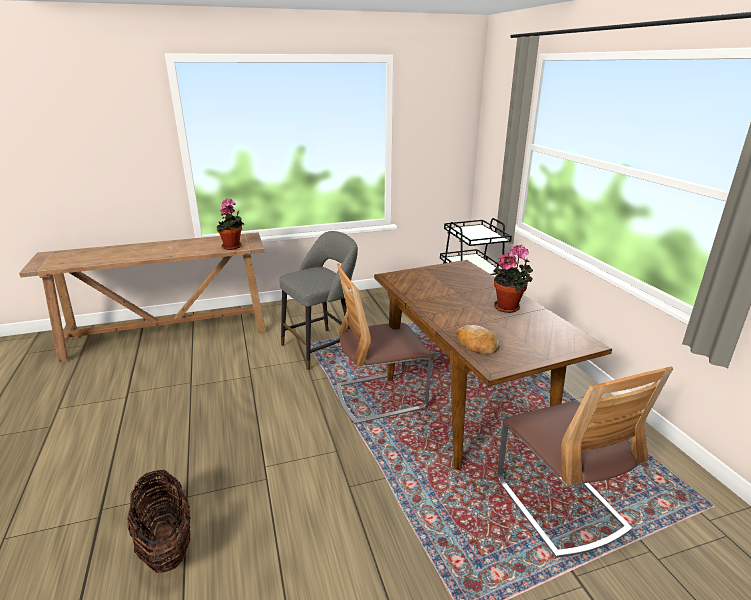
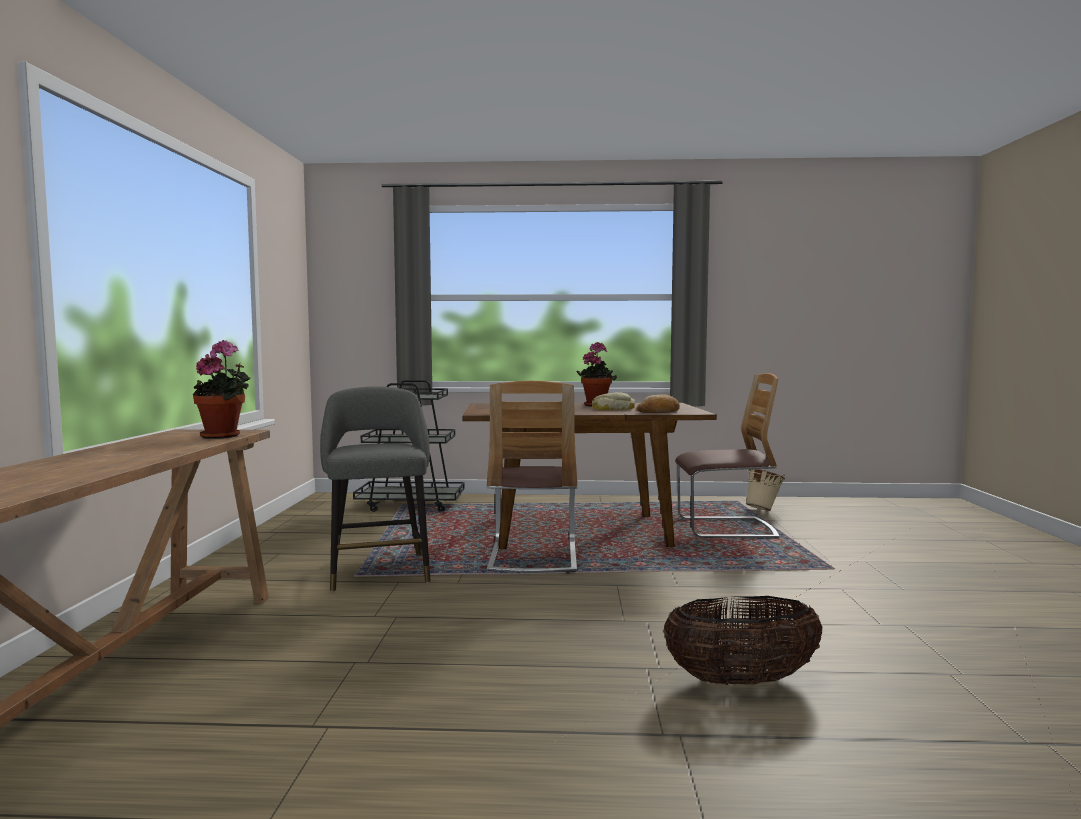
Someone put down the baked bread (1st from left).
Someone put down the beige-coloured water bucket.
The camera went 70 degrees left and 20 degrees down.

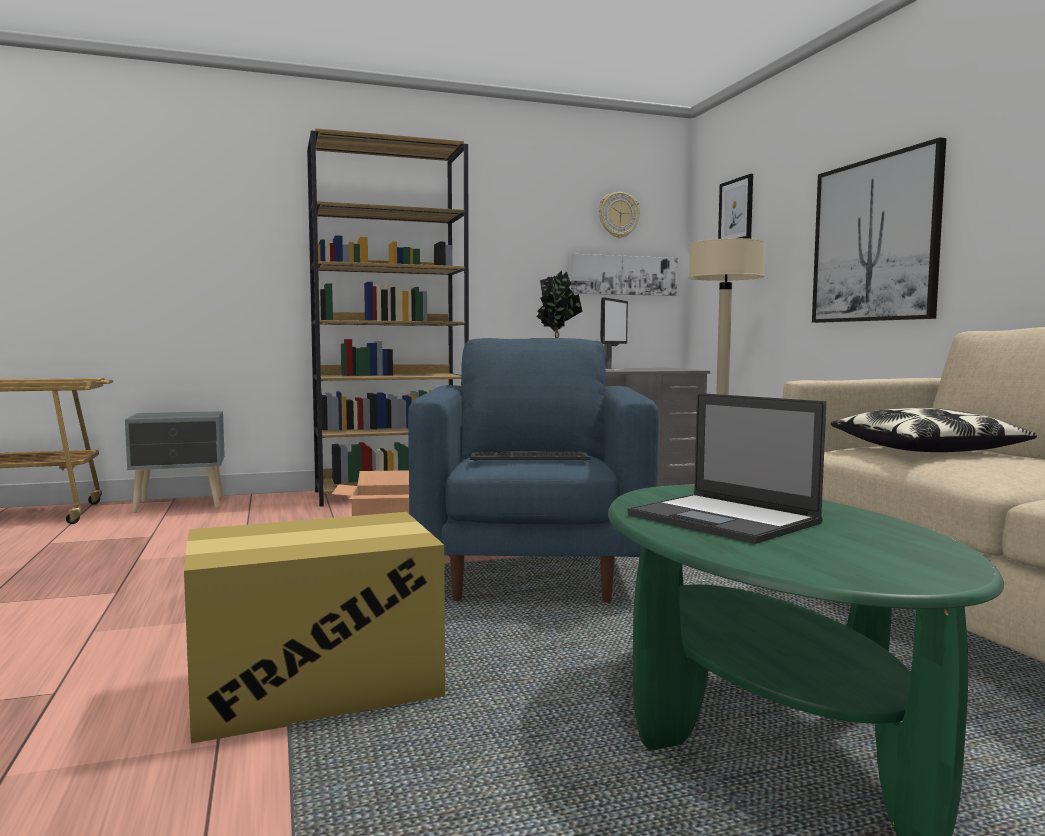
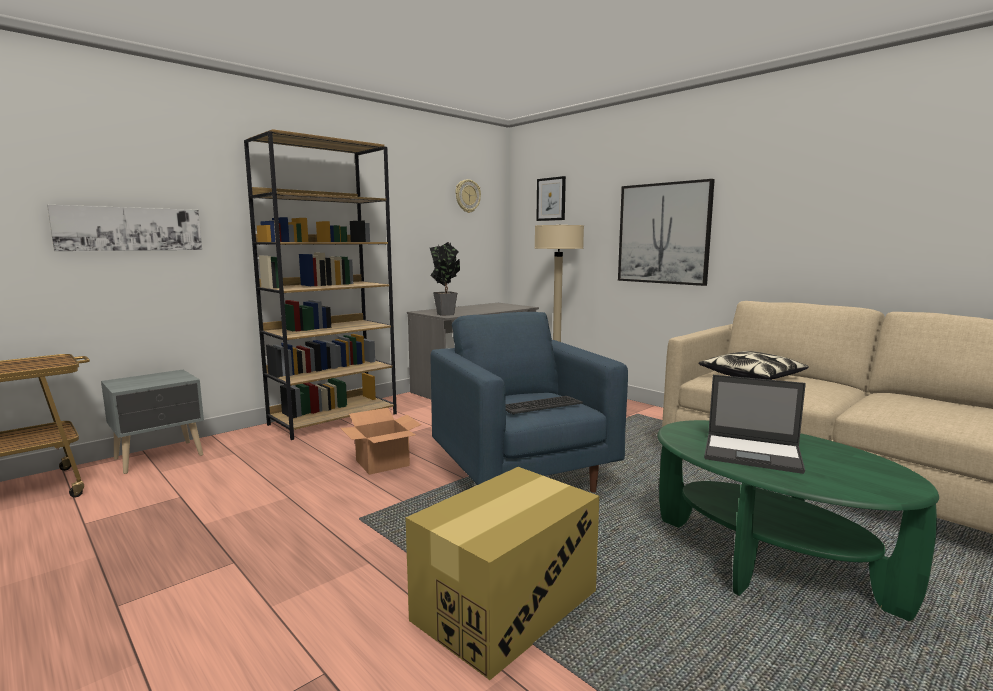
Someone carried the picture (1st from left).
Someone took away the monitor.
The camera went 25 degrees left and 5 degrees up.

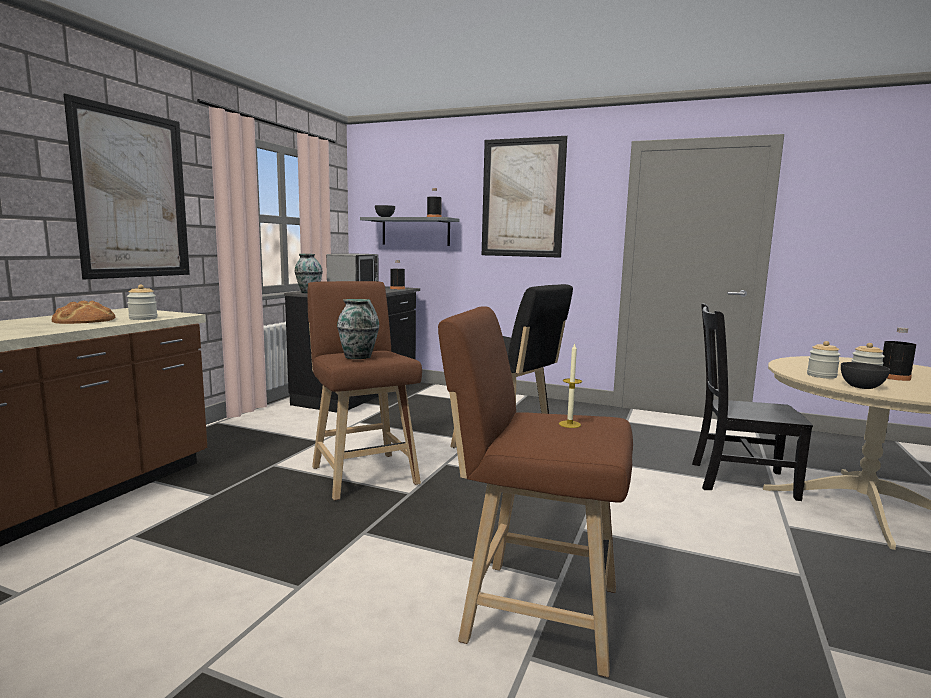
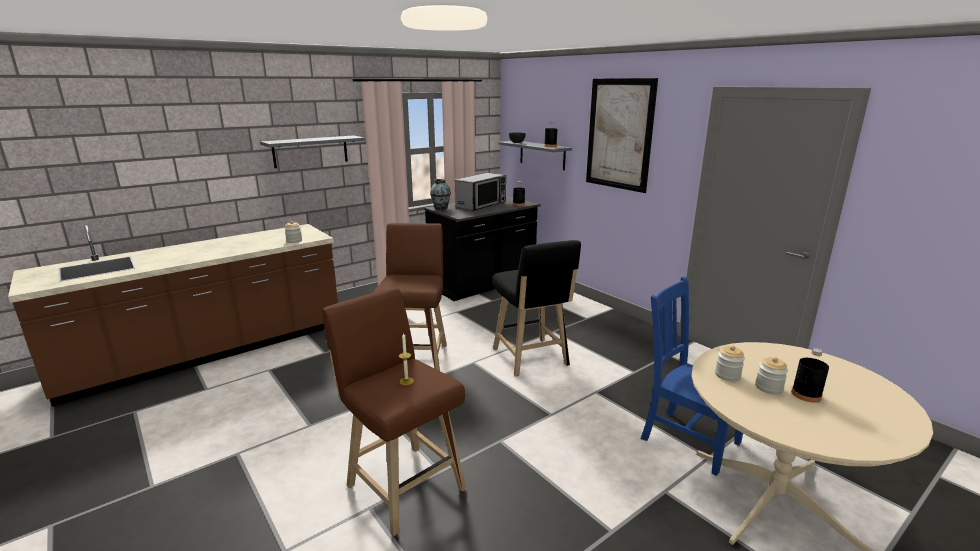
Someone swapped the picture (1st from left) for the greyish wall shelf (1st from left).
Someone took away the flower vase (2nd from left).
Someone took away the baked bread.
Someone repainted the black-coloured upright chair, which became the blue upright chair.
Someone took away the greyish deep dish (2nd from left).
The camera went 30 degrees right and 10 degrees up.

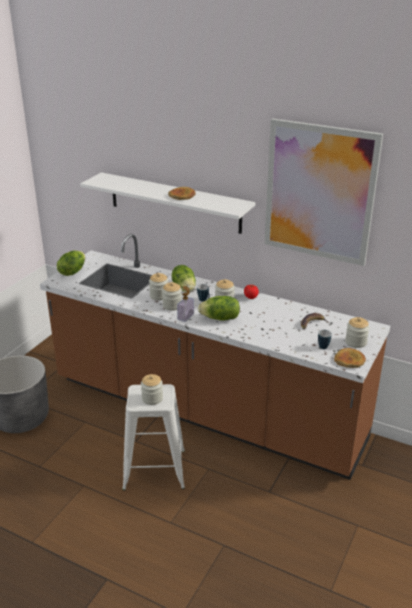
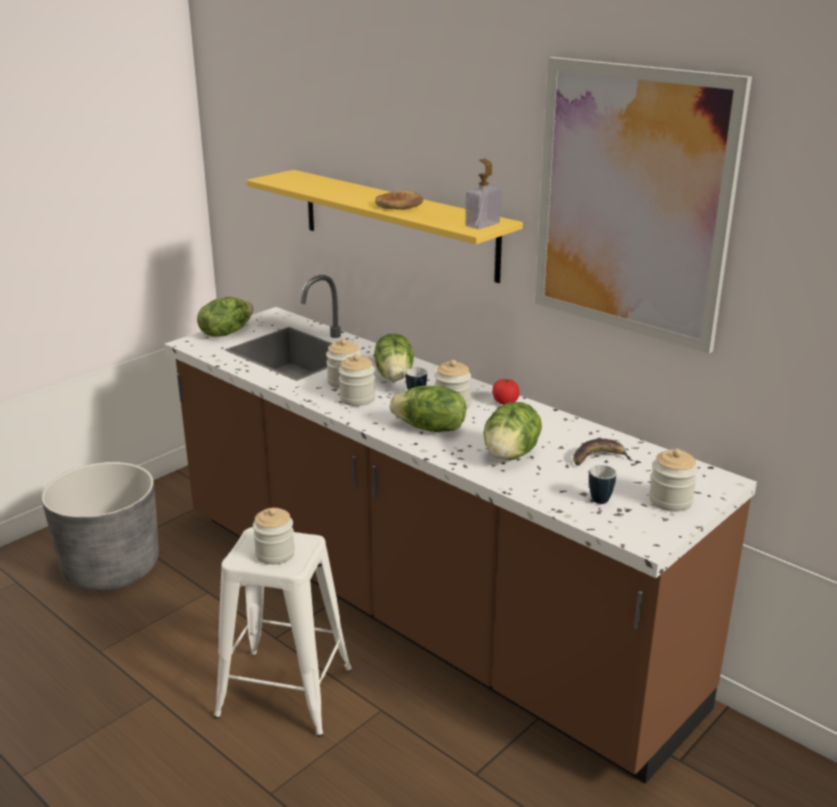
Someone repainted the whitish wall shelf, which became the yellow wall shelf.
Someone carried the soap bottle.
Someone took away the baked bread (2nd from left).
Someone put down the head of lettuce (4th from left).
The camera went 15 degrees right and 5 degrees down.

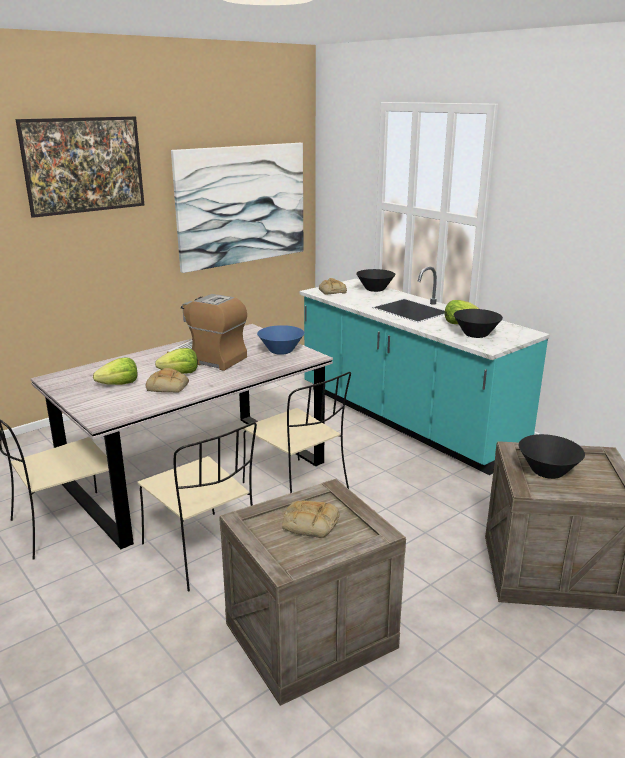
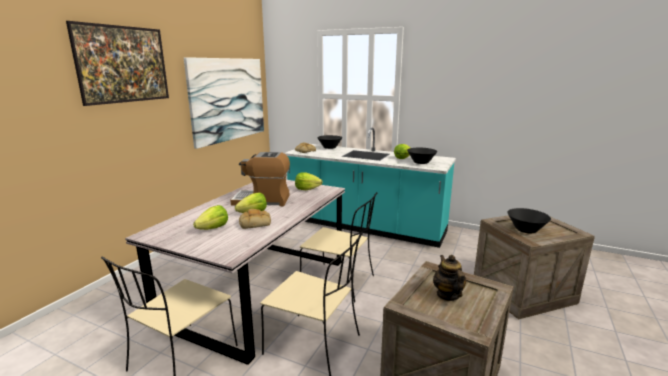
Someone swapped the blue deep dish for the head of lettuce (3rd from left).
Someone swapped the baked bread (2nd from left) for the teapot.
The camera went 25 degrees left and 5 degrees down.

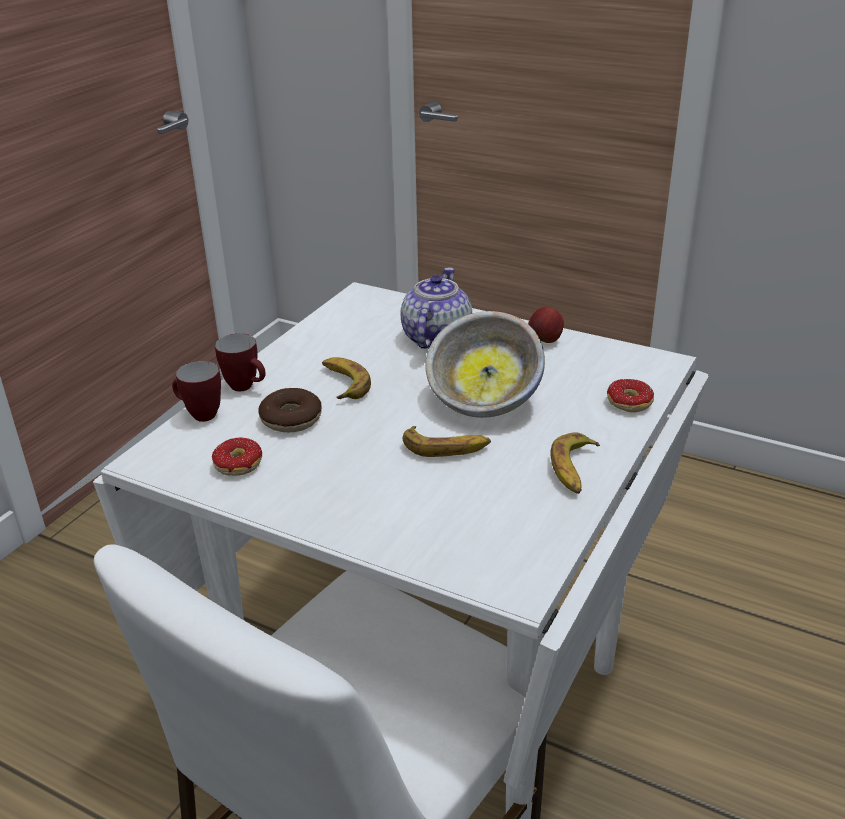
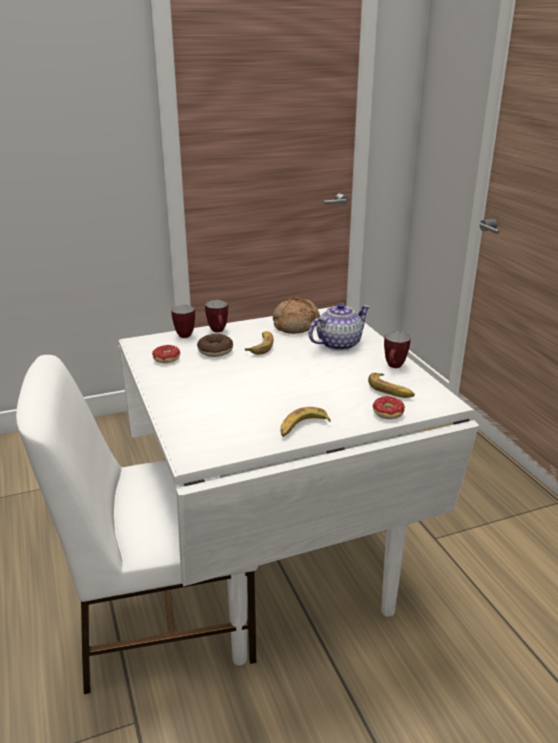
Someone swapped the whole apple for the tea mug (3rd from left).
Someone took away the deep dish.
Someone carried the whole banana (2nd from left in the first image).
Someone put down the baked bread.
The camera went 40 degrees right and 5 degrees down.

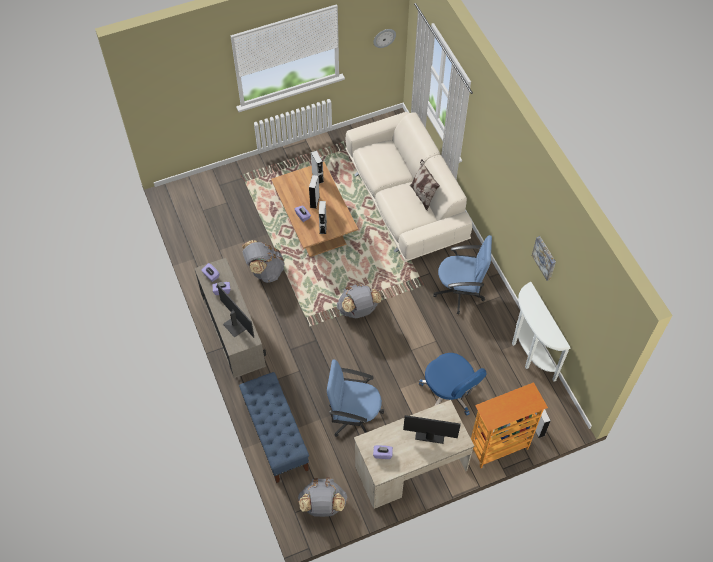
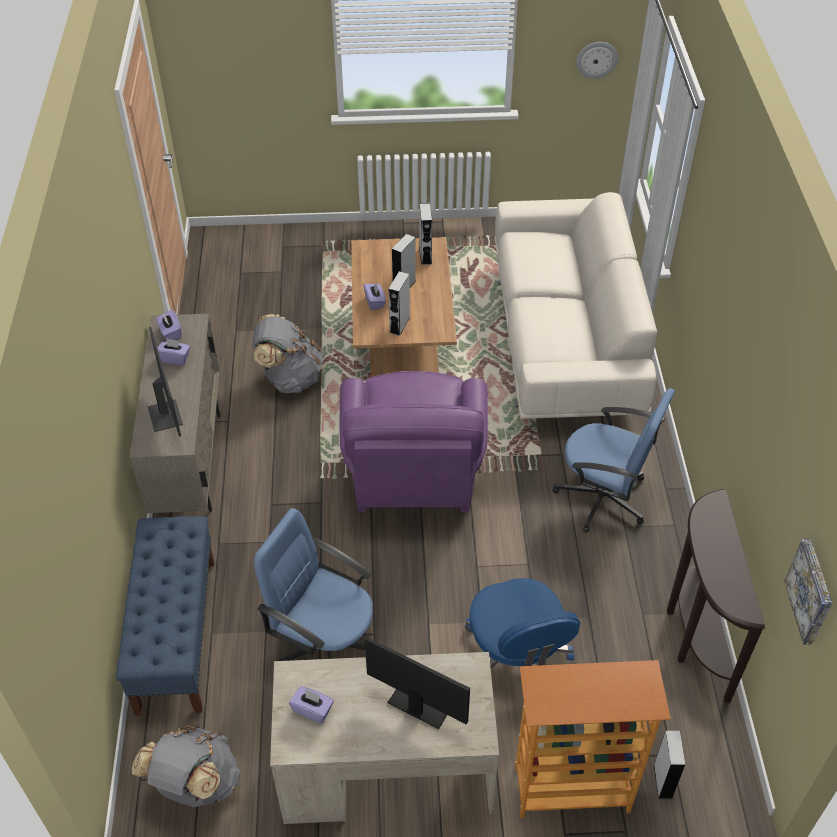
Someone took away the throw pillow.
Someone carried the picture.
Someone repainted the whitish hall table, which became the brownish hall table.
Someone swapped the greyish backpack (3rd from left) for the purple-coloured easy chair.
The camera went 20 degrees right and 10 degrees down.

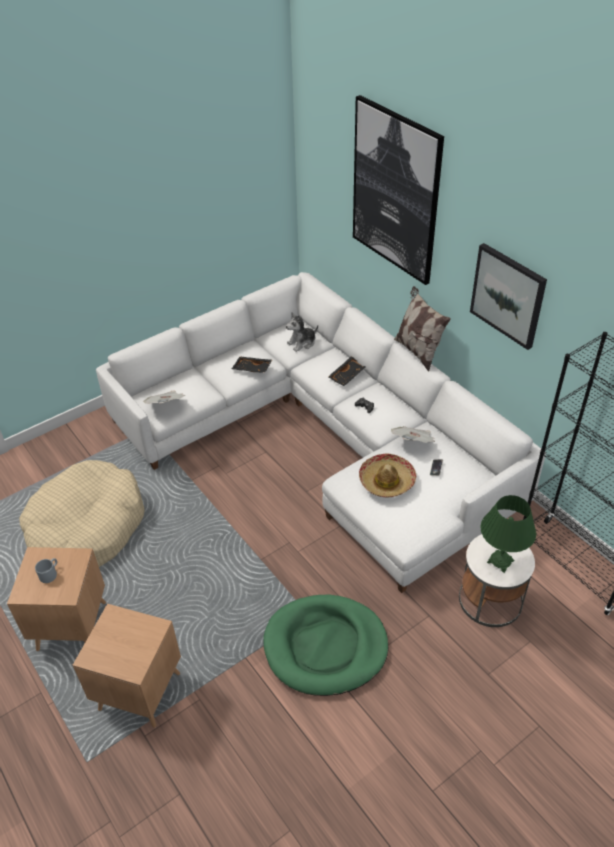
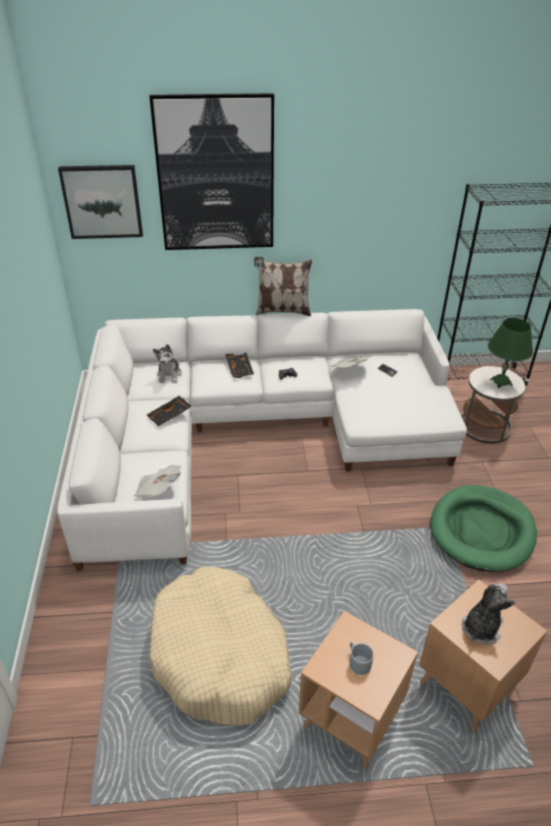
Someone carried the picture (2nd from left in the first image).
Someone took away the clothing hat.
Someone put down the cuddly toy (2nd from left).
The camera went 60 degrees left and 5 degrees down.

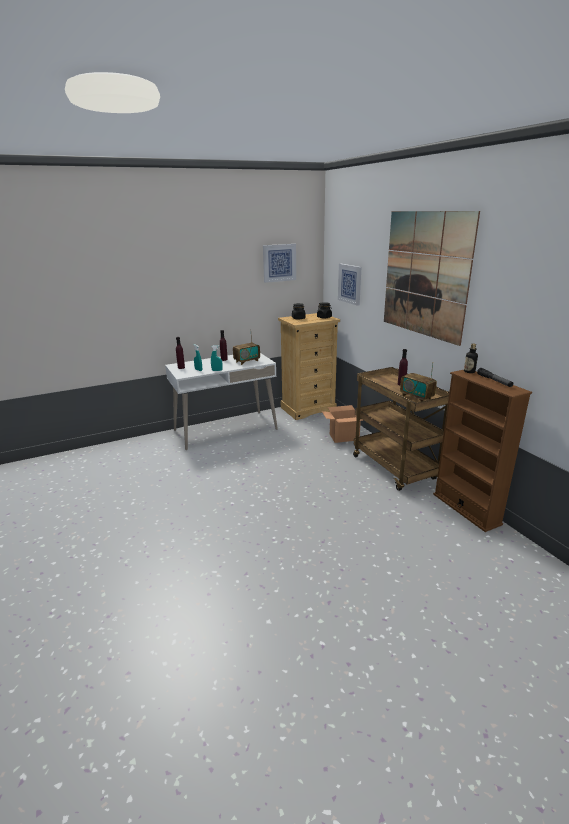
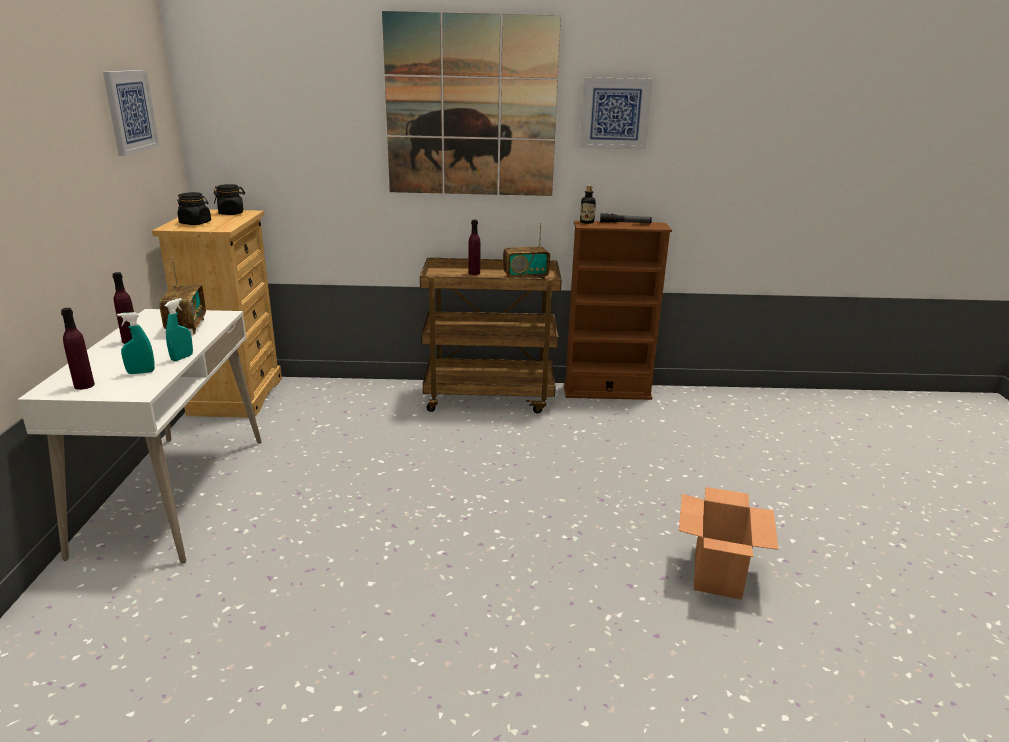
Someone carried the picture (2nd from left in the first image).
Someone carried the cardboard box.
The camera went 65 degrees left and 0 degrees up.

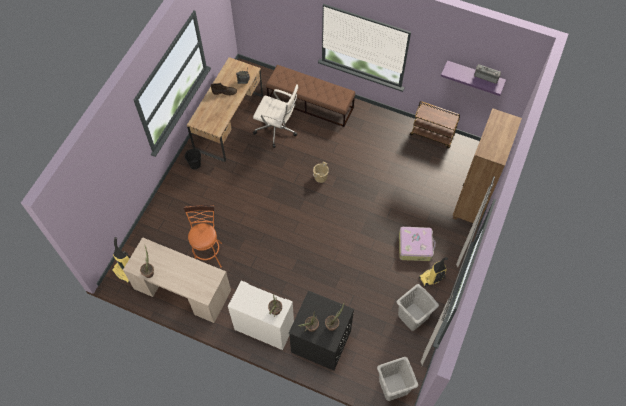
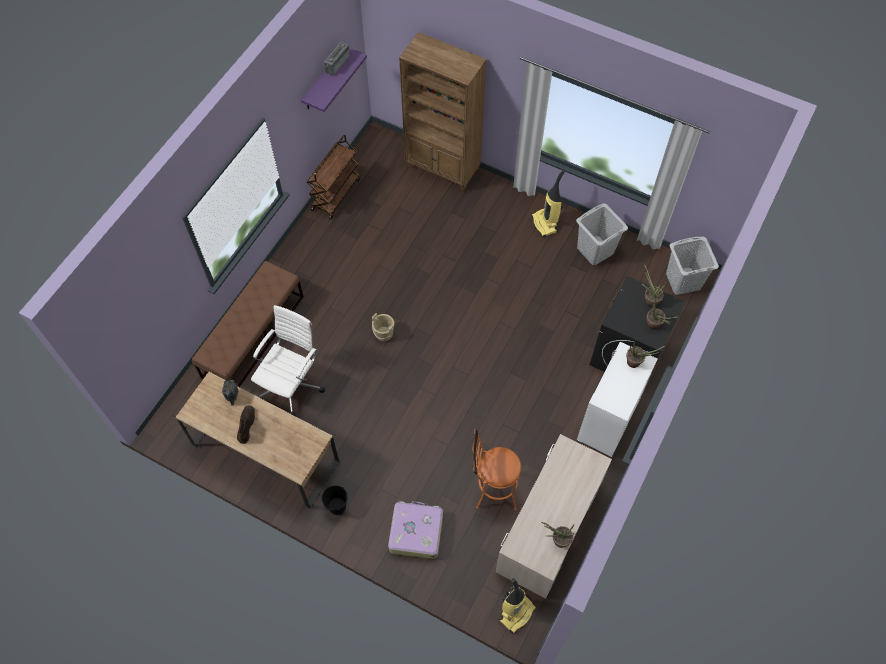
Someone carried the travel case.
The camera went 85 degrees left and 0 degrees up.

